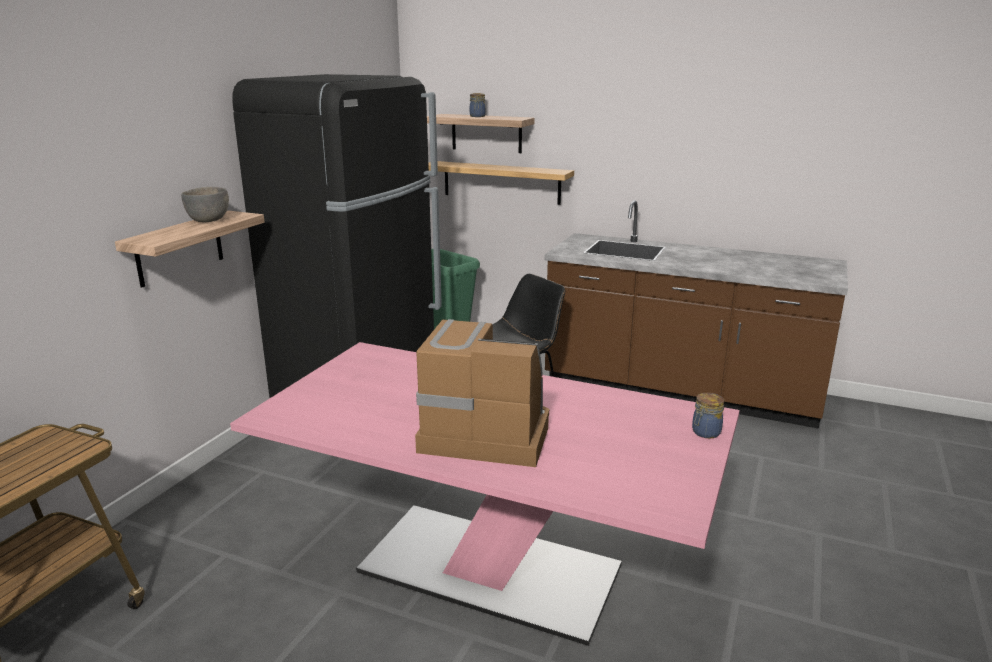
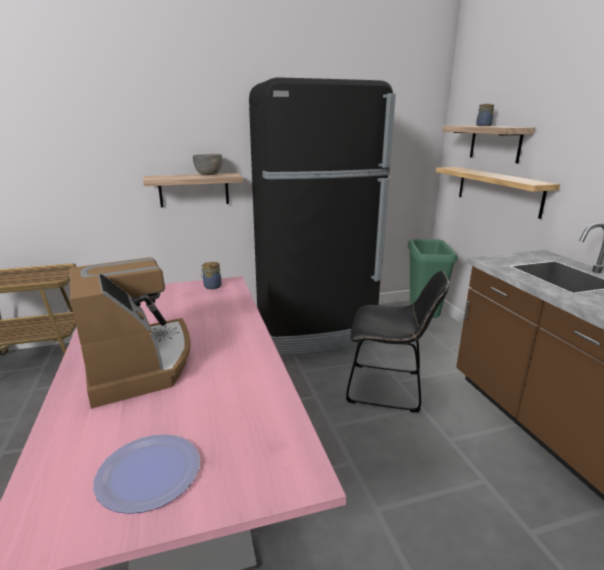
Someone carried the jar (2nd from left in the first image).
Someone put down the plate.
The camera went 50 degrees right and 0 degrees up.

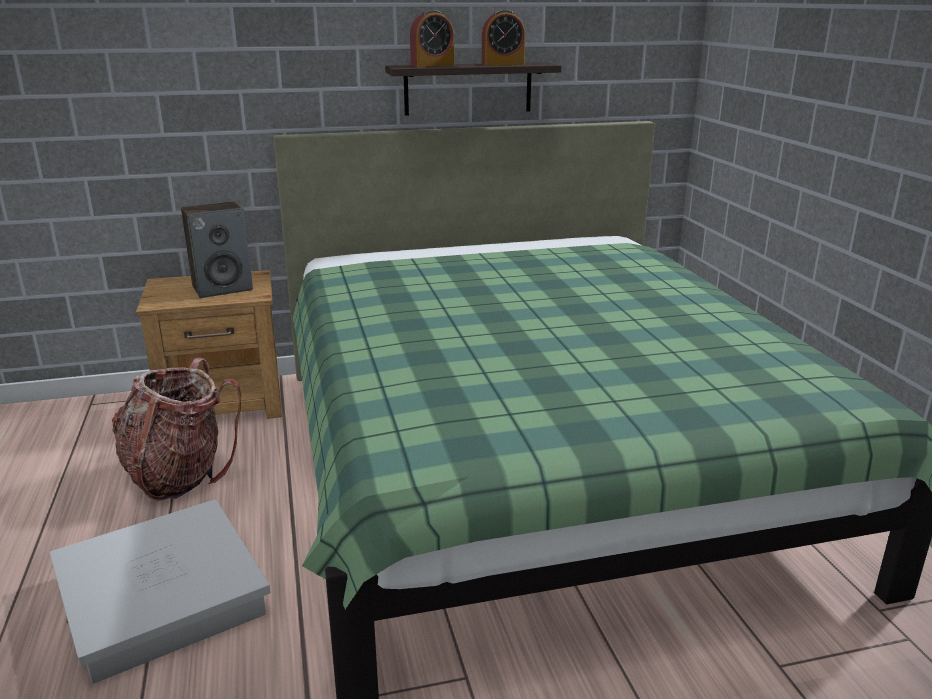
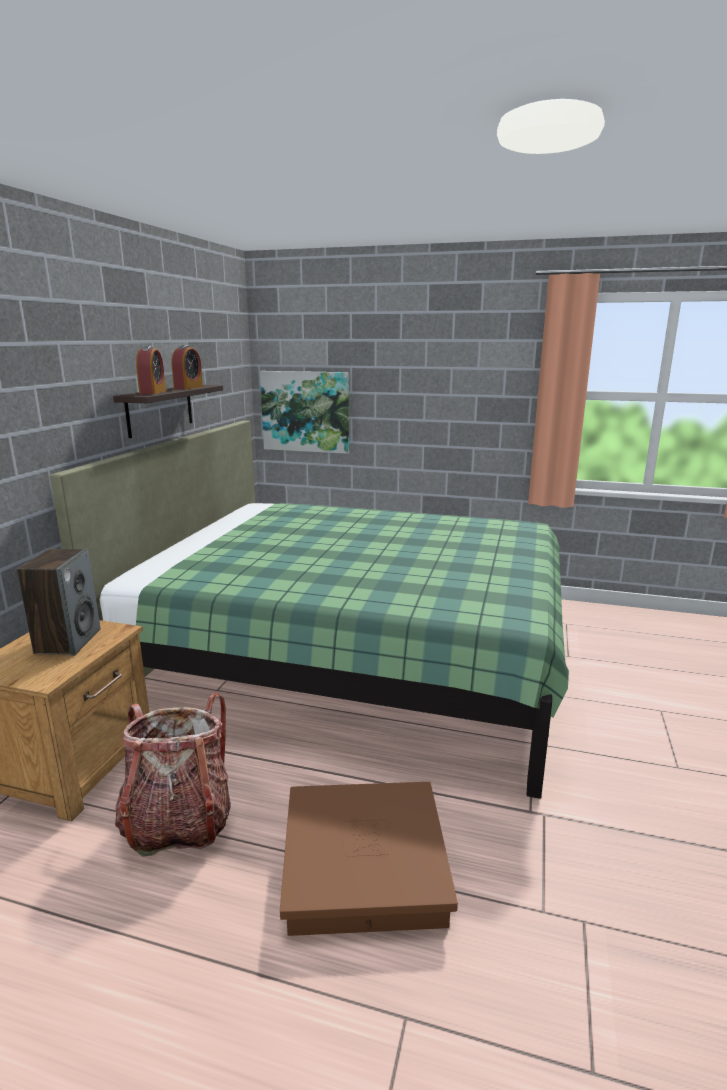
Someone repainted the whitish storage bin, which became the brownish storage bin.
Someone put up the picture.
The camera went 60 degrees left and 5 degrees down.

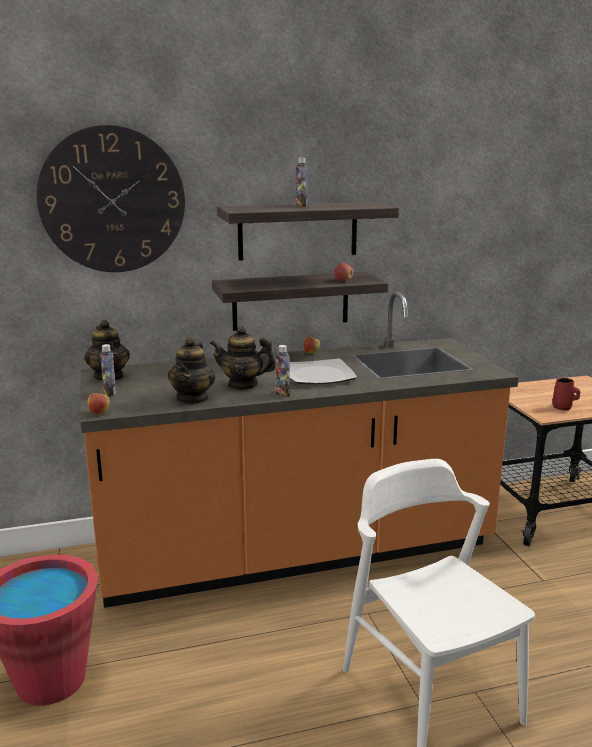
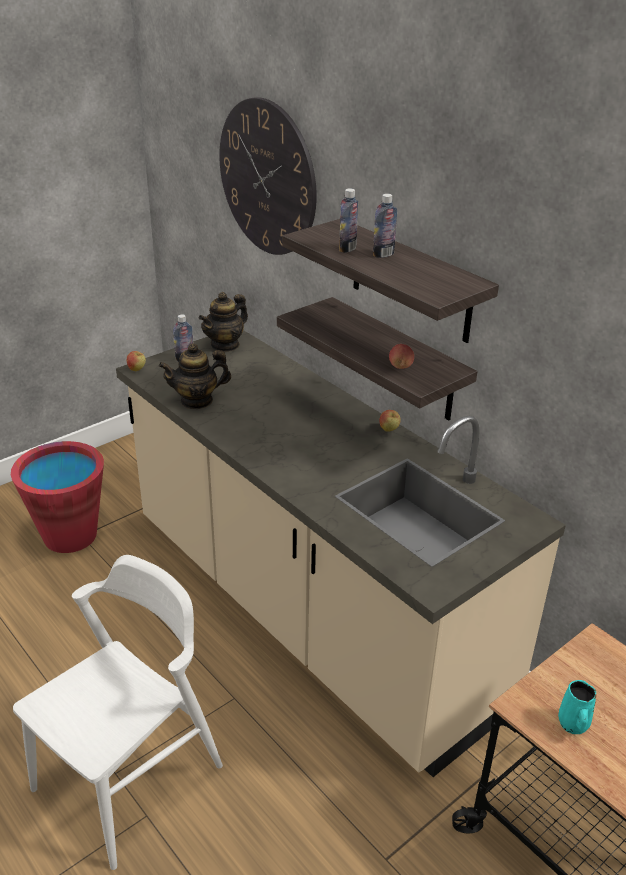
Someone repainted the orangey kitchen counter, which became the beige-coloured kitchen counter.
Someone took away the teapot (3rd from left).
Someone carried the drink bottle (2nd from left).
Someone took away the plate.
Someone repainted the reddish tea mug, which became the turquoise tea mug.
The camera went 65 degrees right and 15 degrees up.

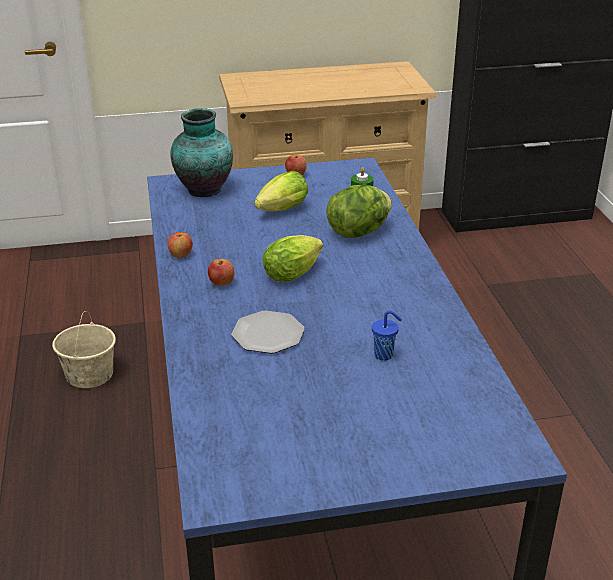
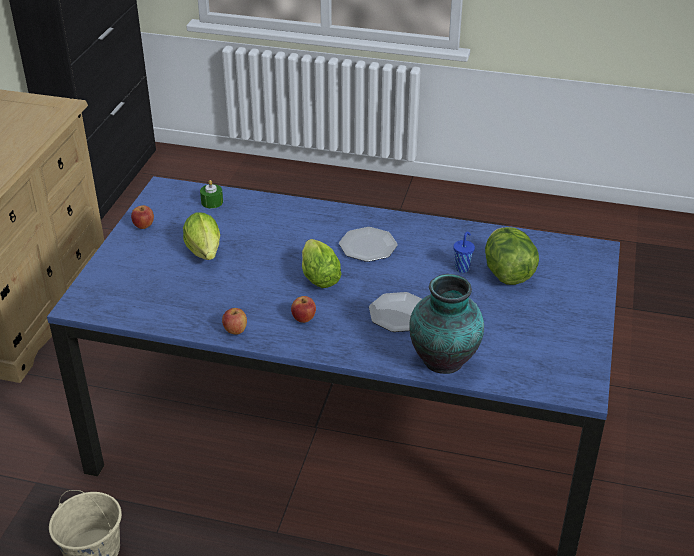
Someone carried the flower vase.
Someone carried the head of lettuce (3rd from left).
Someone put down the plate (1st from left).
The camera went 65 degrees left and 5 degrees up.

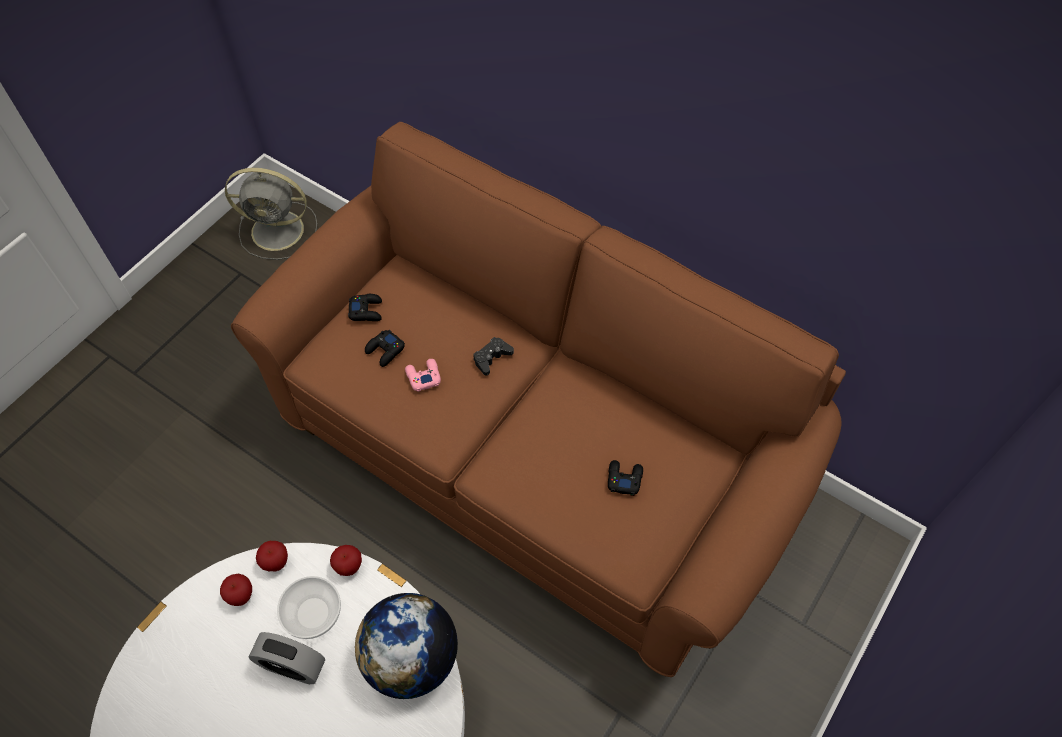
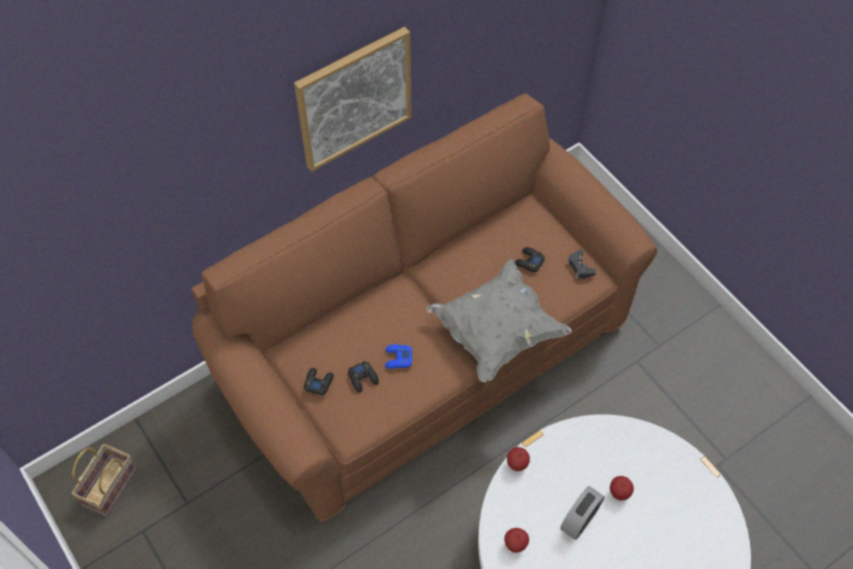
Someone swapped the greyish cooling fan for the basket.
Someone carried the black-coloured game controller (3rd from left in the first image).
Someone repainted the pinkish game controller, which became the blue game controller.
Someone carried the whole apple (2nd from left in the first image).
Someone took away the deep dish.
Someone took away the world globe.
Someone put up the picture.
Someone put down the greyish throw pillow.
The camera went 70 degrees left and 0 degrees up.

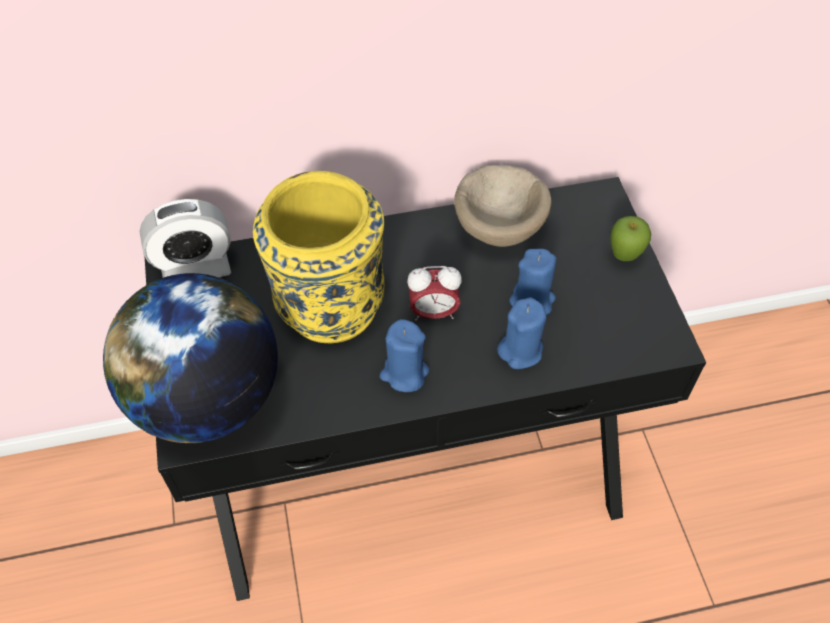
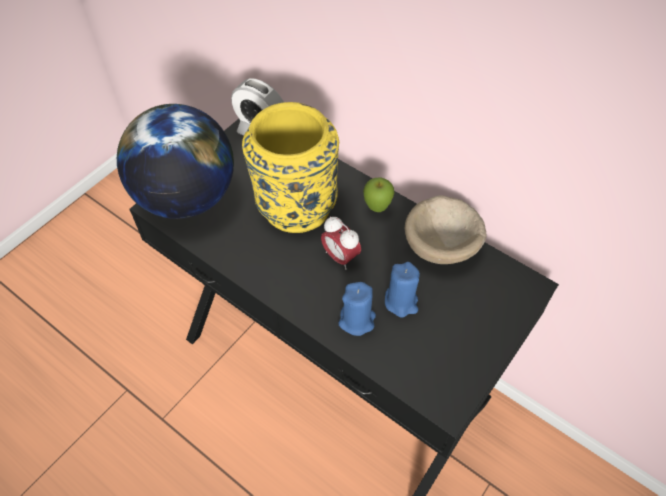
Someone carried the whole apple.
Someone took away the blue candle (1st from left).
The camera went 50 degrees right and 0 degrees up.

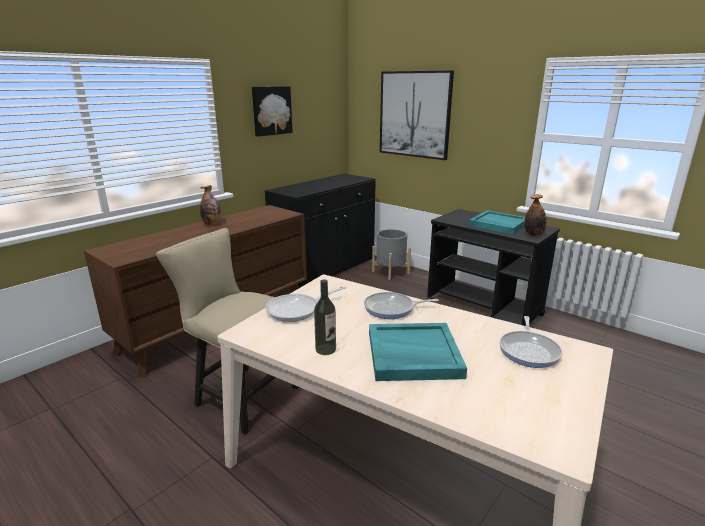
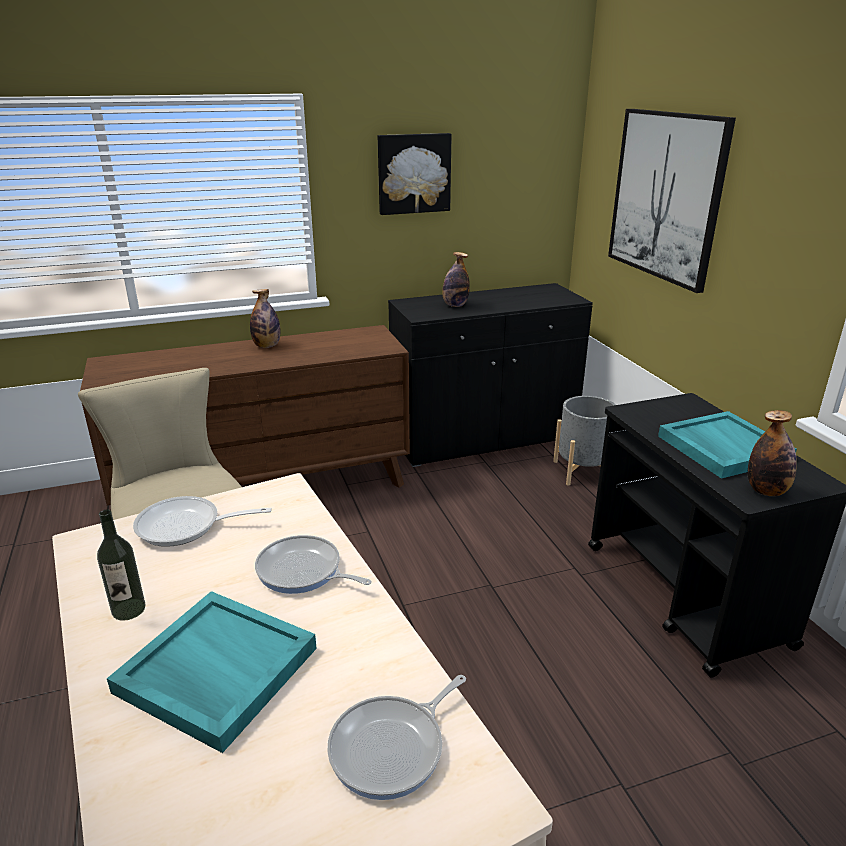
Someone put down the drink bottle (3rd from left).
The camera went 30 degrees right and 5 degrees up.

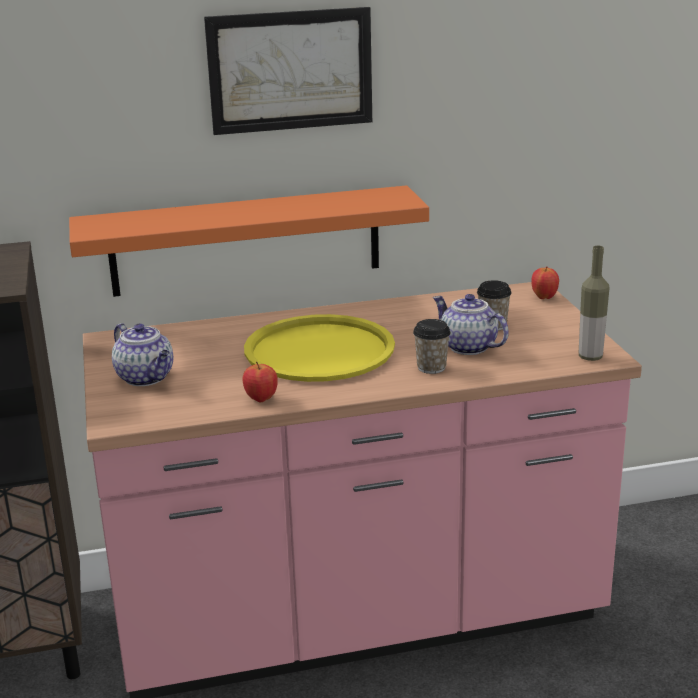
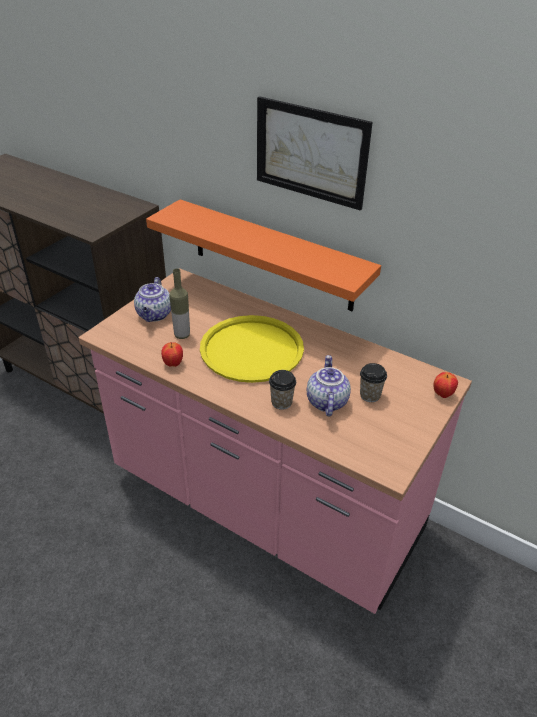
Someone carried the drink bottle.
The camera went 45 degrees right and 15 degrees up.

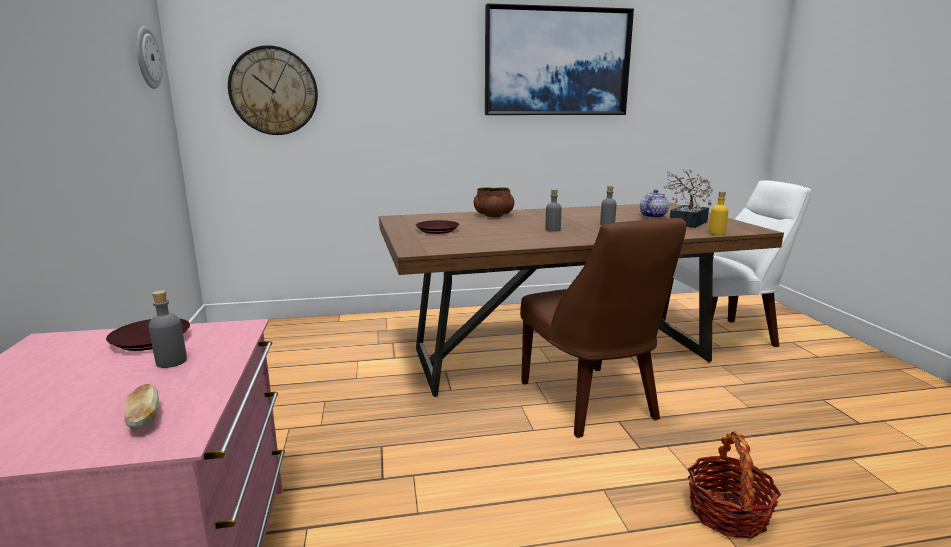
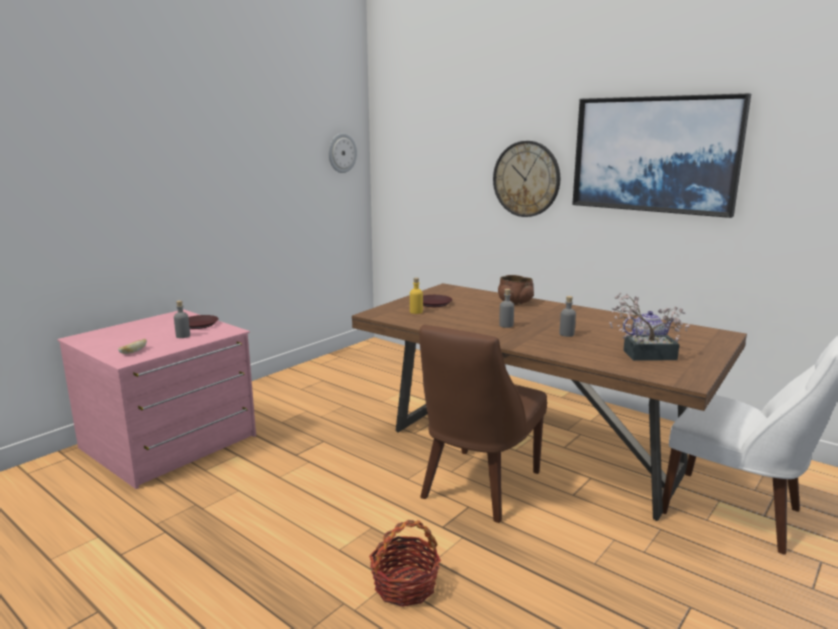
Someone carried the clock on the wall (2nd from left).
Someone carried the yellow drink bottle.
The camera went 50 degrees right and 0 degrees up.

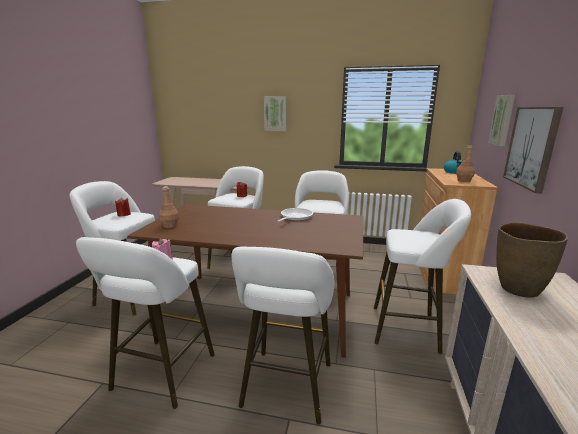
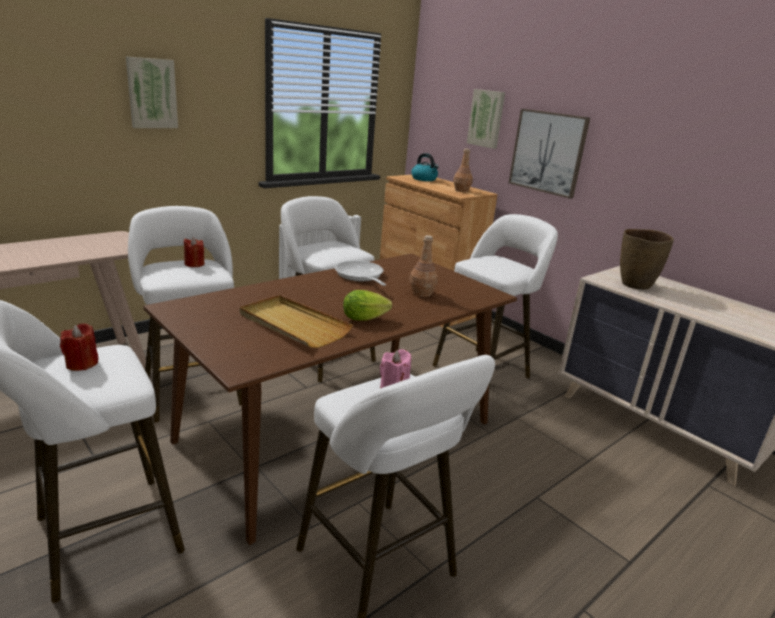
Someone carried the brownish drink bottle (1st from left).
Someone took away the whitish sitting stool (4th from left).
Someone put down the head of lettuce.
Someone put down the beige-coloured tray.
The camera went 55 degrees left and 5 degrees up.

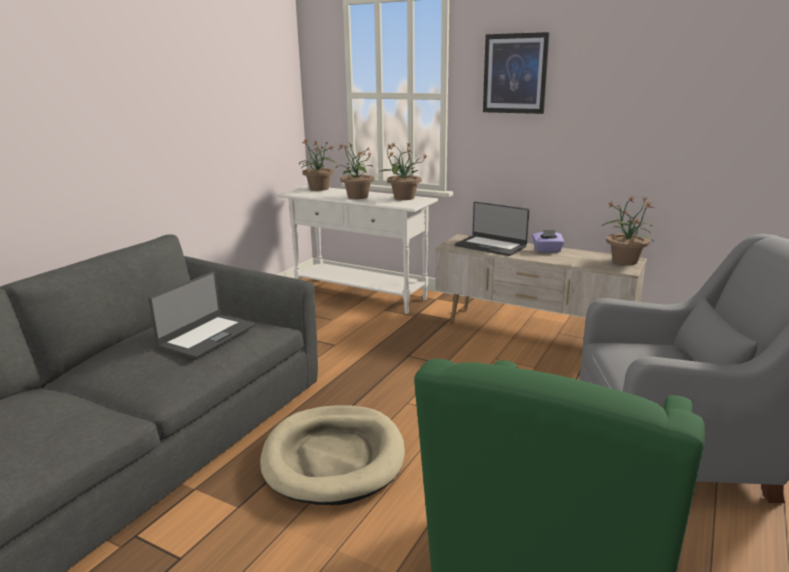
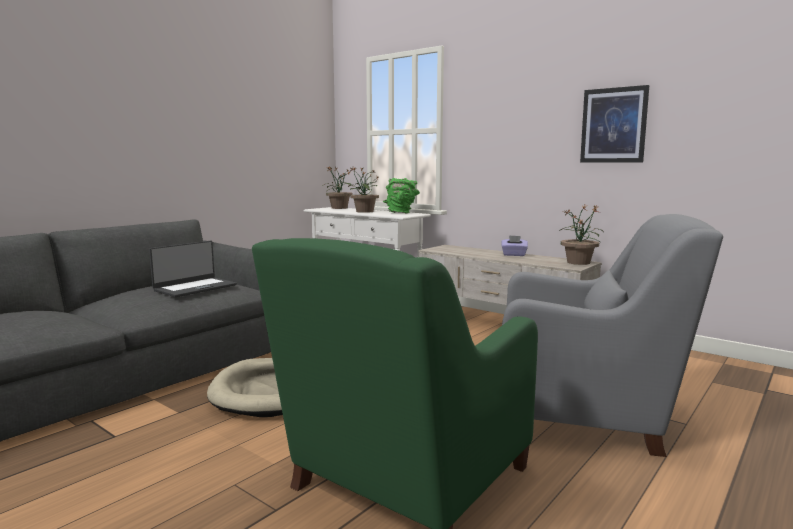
Someone carried the picture.
Someone swapped the houseplant (3rd from left) for the greenish flower vase.
Someone took away the notebook computer (2nd from left).
The camera went 10 degrees right and 10 degrees down.

